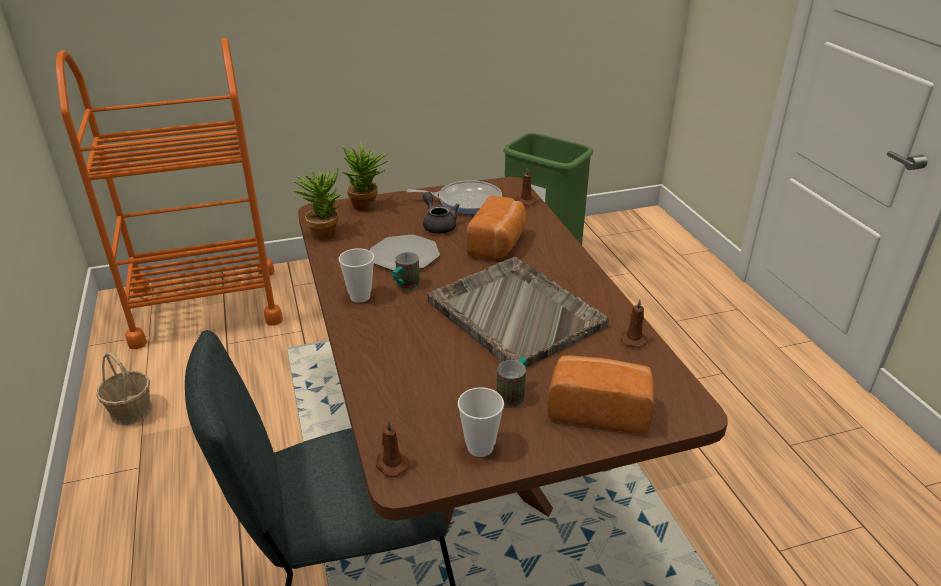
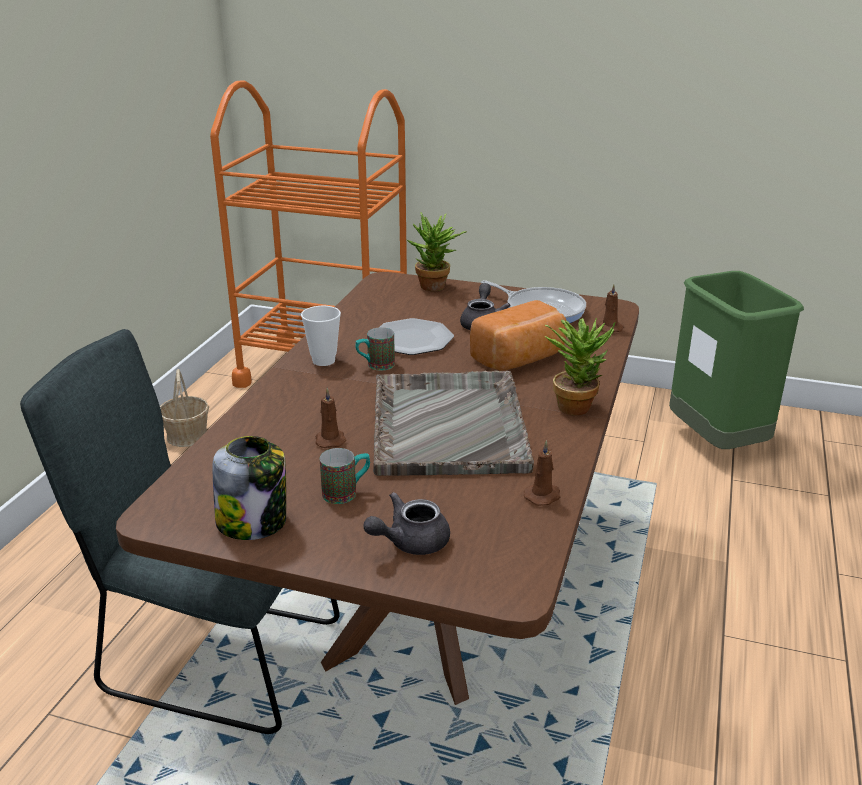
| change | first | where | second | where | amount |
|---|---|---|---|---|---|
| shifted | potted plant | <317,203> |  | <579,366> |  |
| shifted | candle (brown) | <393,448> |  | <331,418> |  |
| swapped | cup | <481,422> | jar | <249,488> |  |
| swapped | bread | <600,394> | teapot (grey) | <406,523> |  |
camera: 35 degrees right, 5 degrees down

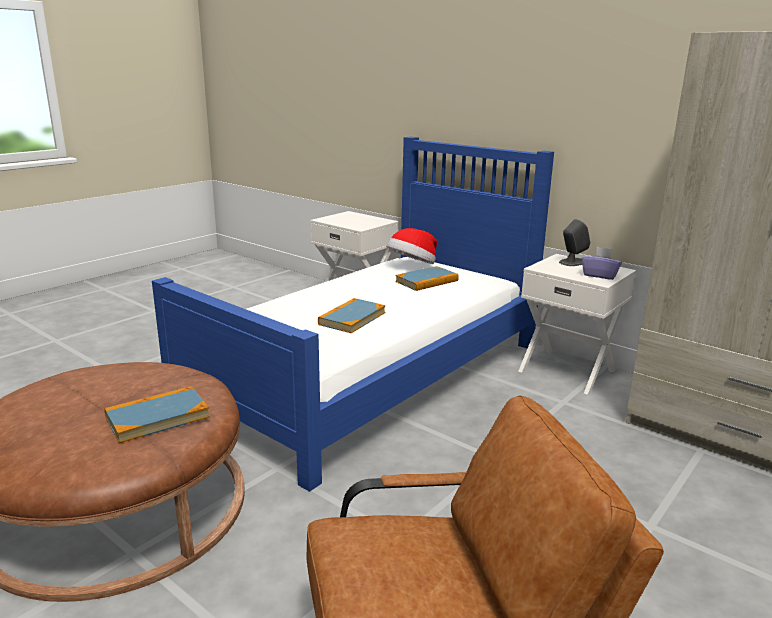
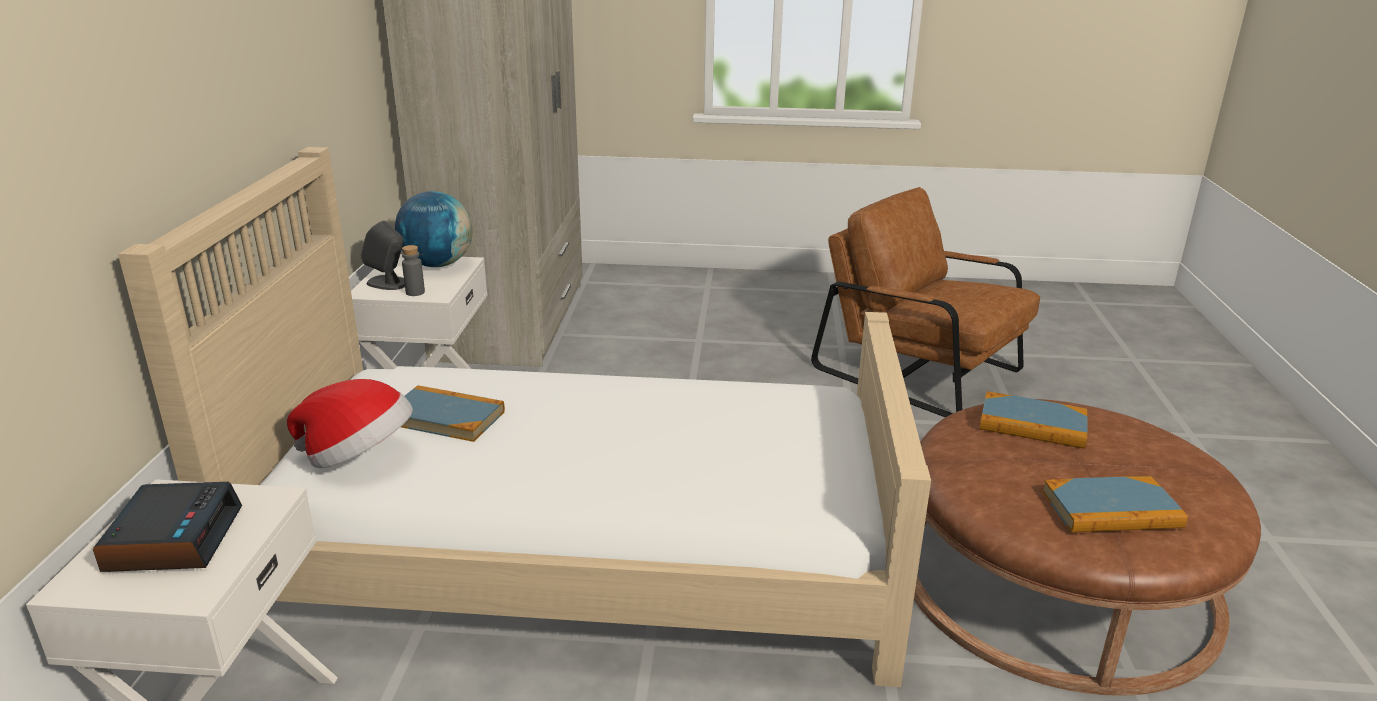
| change | first | where | second | where | amount |
|---|---|---|---|---|---|
| repainted | bed (blue) | <353,314> | bed (beige) | <524,417> |  |
| shifted | book | <352,315> |  | <1115,504> |  |
| swapped | tissue box (purple) | <602,263> | globe | <434,229> |  |
| new |  |  | alarm clock | <167,527> |  |
| new |  |  | bottle (grey) | <413,270> |  |
camera: 125 degrees left, 5 degrees up

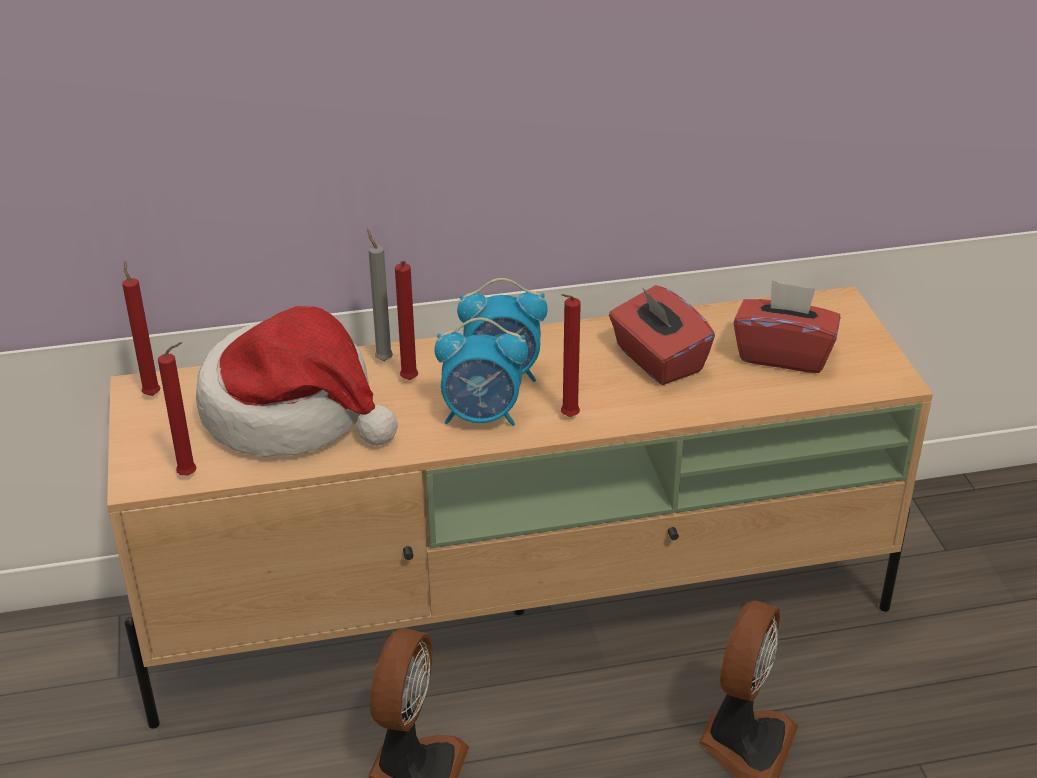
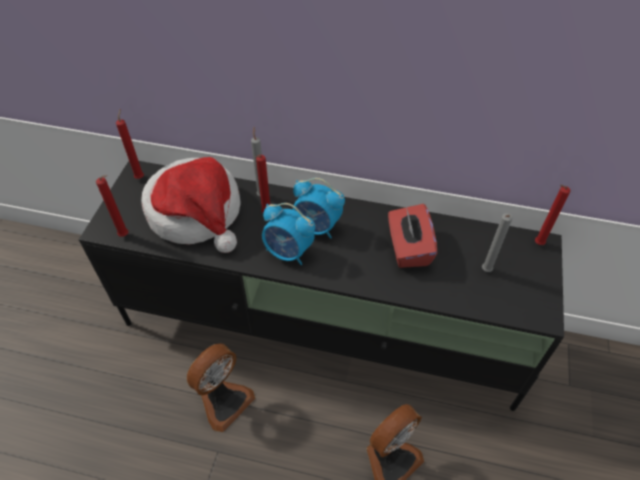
| change | first | where | second | where | amount |
|---|---|---|---|---|---|
| repainted | tv stand (beige) | <520,507> | tv stand (black) | <321,286> |  |
| shifted | candle (red) | <571,355> |  | <553,215> |  |
| swapped | tissue box (red) | <786,327> | candle (grey) | <497,242> |  |
camera: 25 degrees right, 15 degrees up

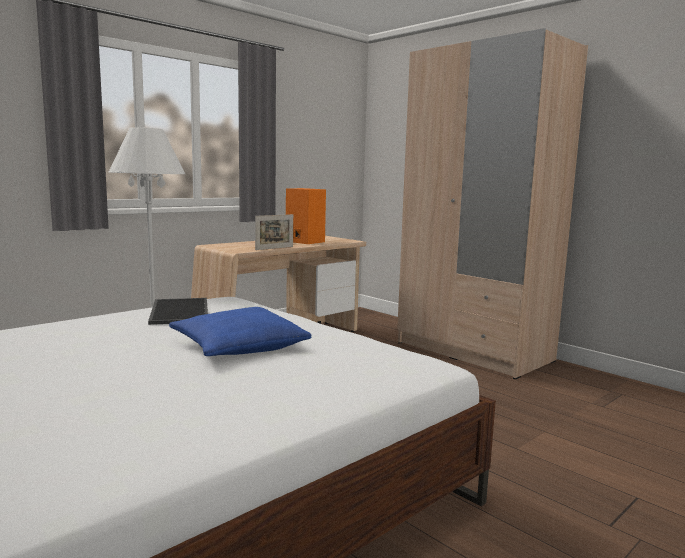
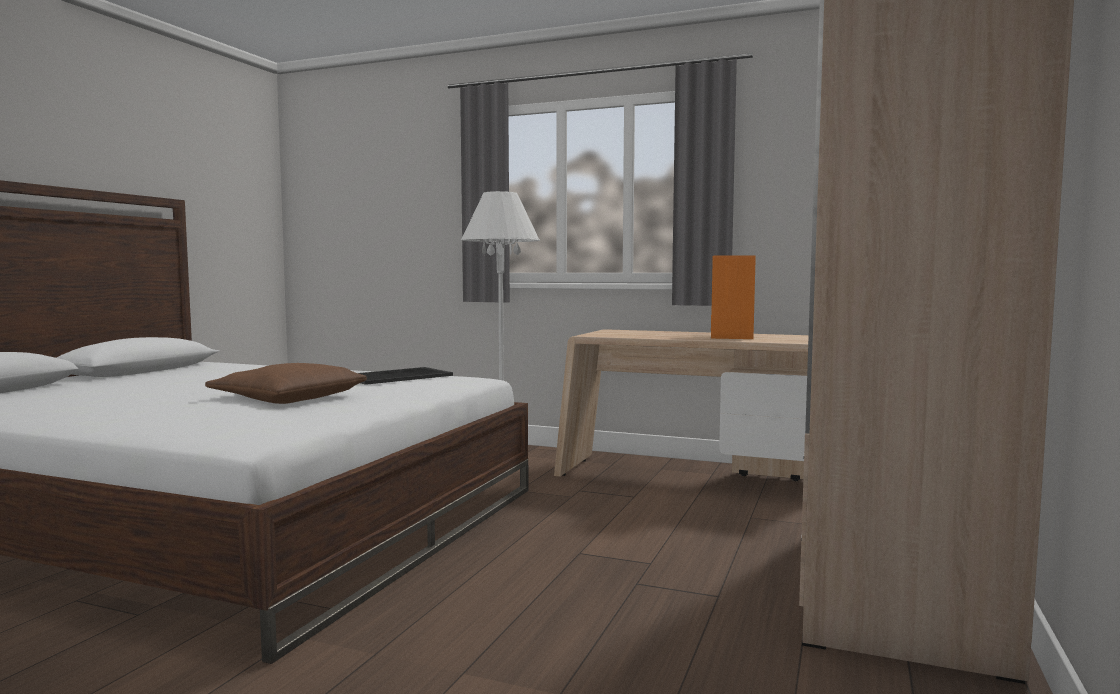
| change | first | where | second | where | amount |
|---|---|---|---|---|---|
| repainted | pillow (blue) | <240,331> | pillow (brown) | <286,383> |  |
| gone | picture frame | <274,232> |  |  |  |
camera: 65 degrees right, 5 degrees down

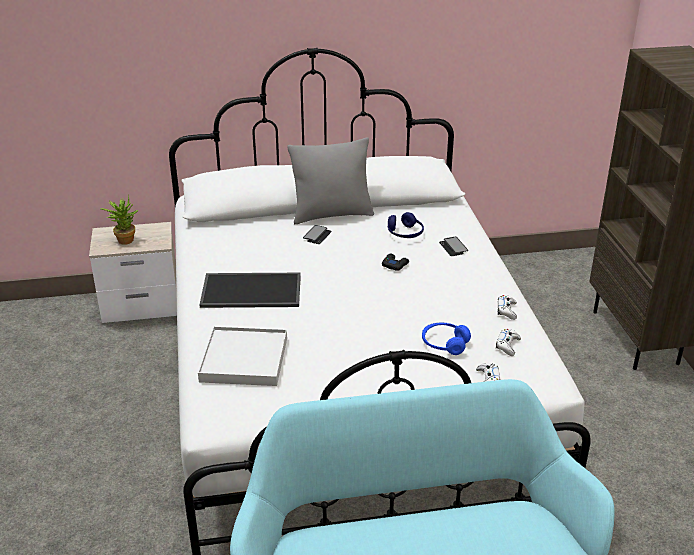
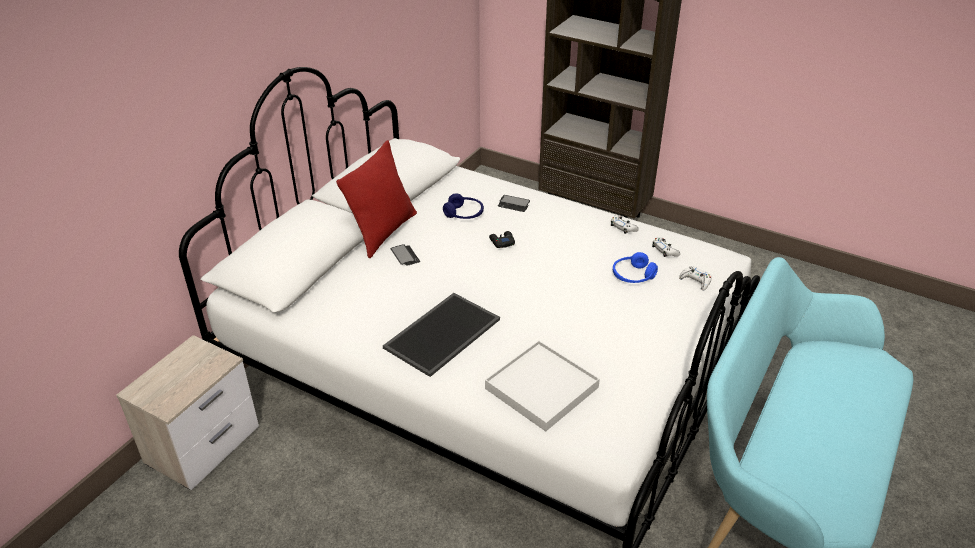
| change | first | where | second | where | amount |
|---|---|---|---|---|---|
| gone | potted plant | <119,220> |  |  |  |
| repainted | pillow (grey) | <331,181> | pillow (red) | <376,199> |  |
camera: 50 degrees left, 5 degrees up

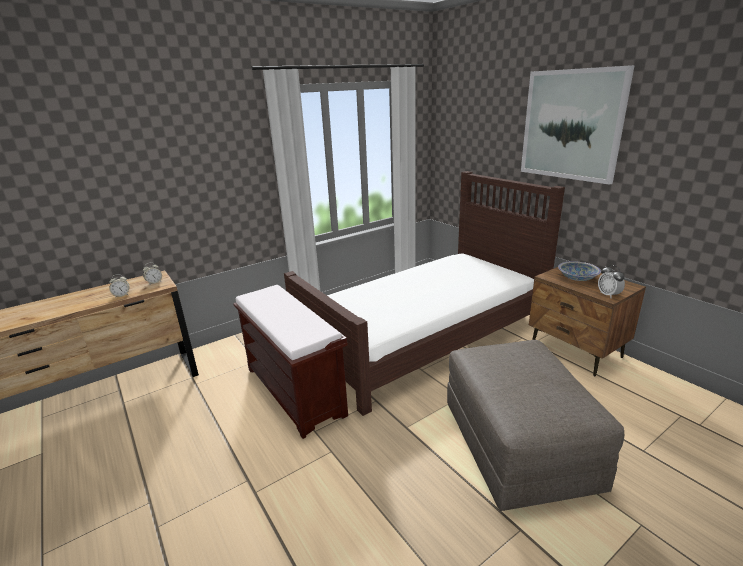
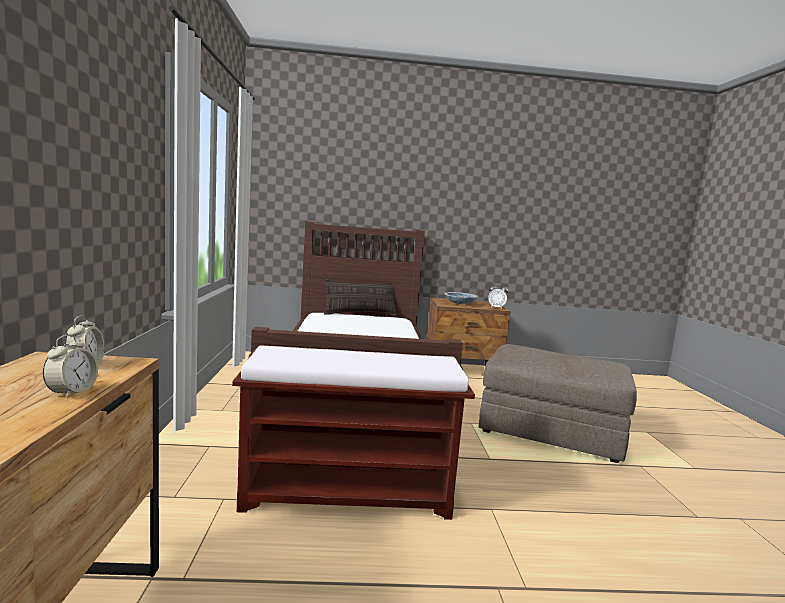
| change | first | where | second | where | amount |
|---|---|---|---|---|---|
| gone | picture | <578,125> |  |  |  |
| new |  |  | pillow | <360,297> |  |
camera: 60 degrees left, 15 degrees down

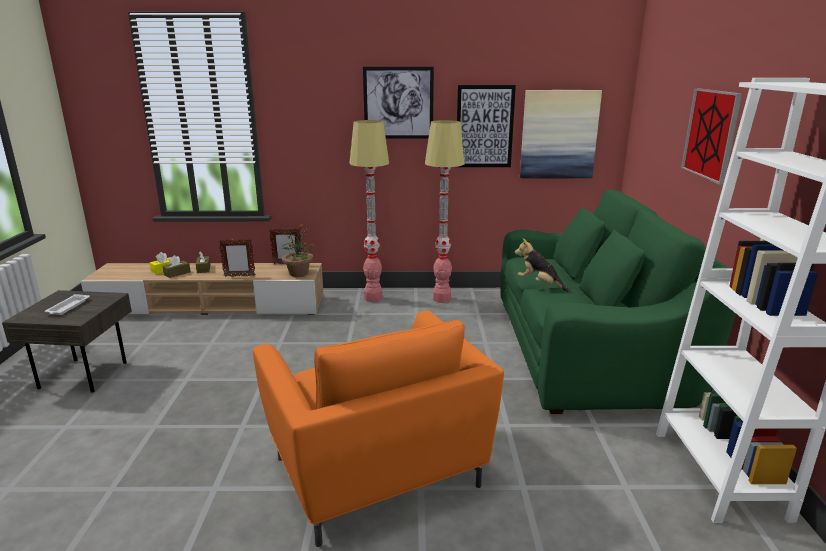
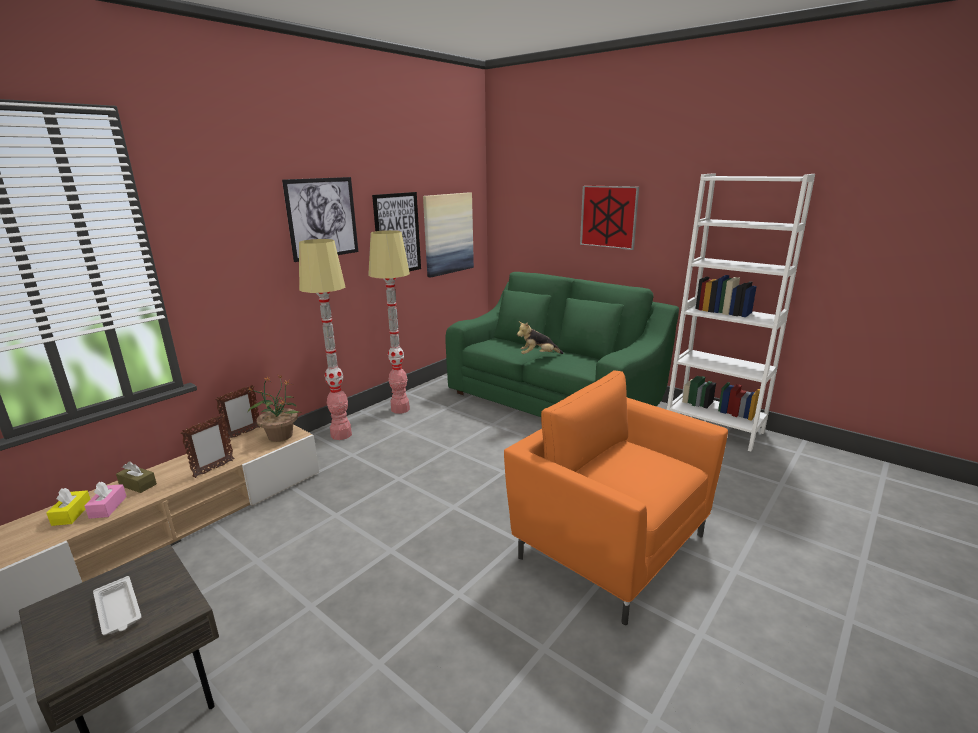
| change | first | where | second | where | amount |
|---|---|---|---|---|---|
| repainted | tissue box (brown) | <176,266> | tissue box (pink) | <106,500> |  |
| rotated | armchair (orange) | <378,428> |  | <616,497> | 150 degrees counterclockwise |
camera: 50 degrees left, 0 degrees up

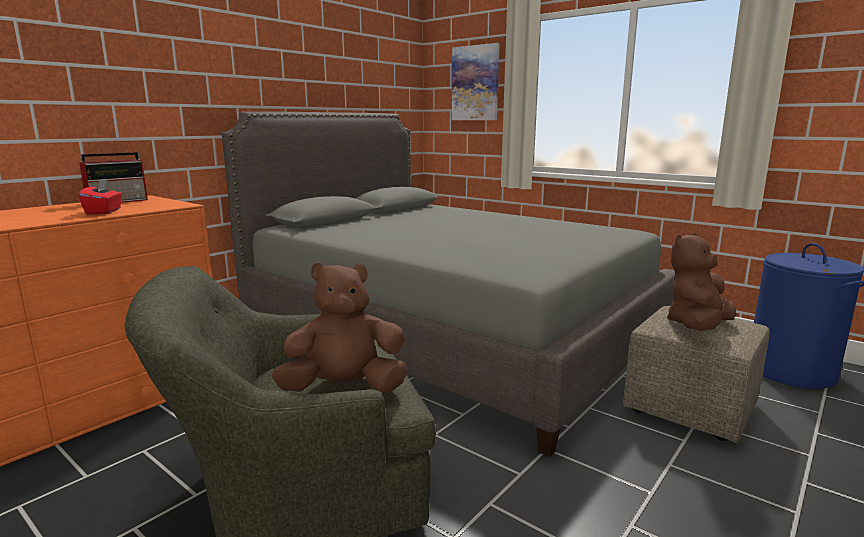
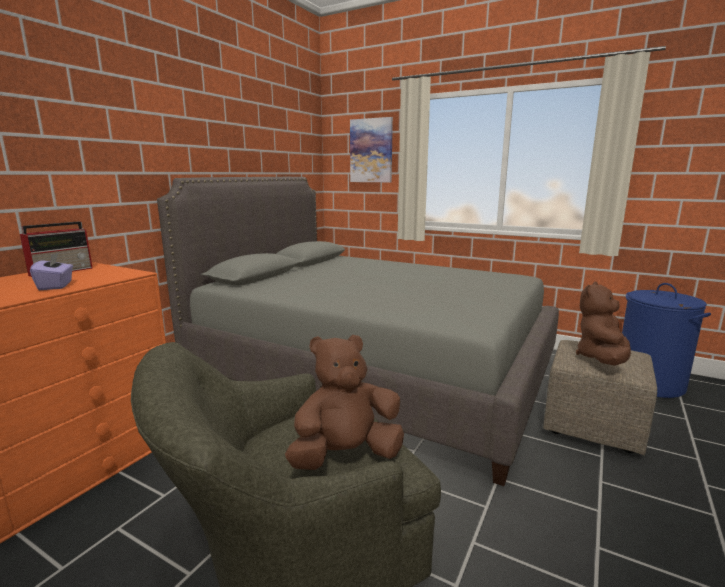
| change | first | where | second | where | amount |
|---|---|---|---|---|---|
| repainted | tissue box (red) | <100,196> | tissue box (purple) | <51,271> |  |
camera: 10 degrees left, 0 degrees up

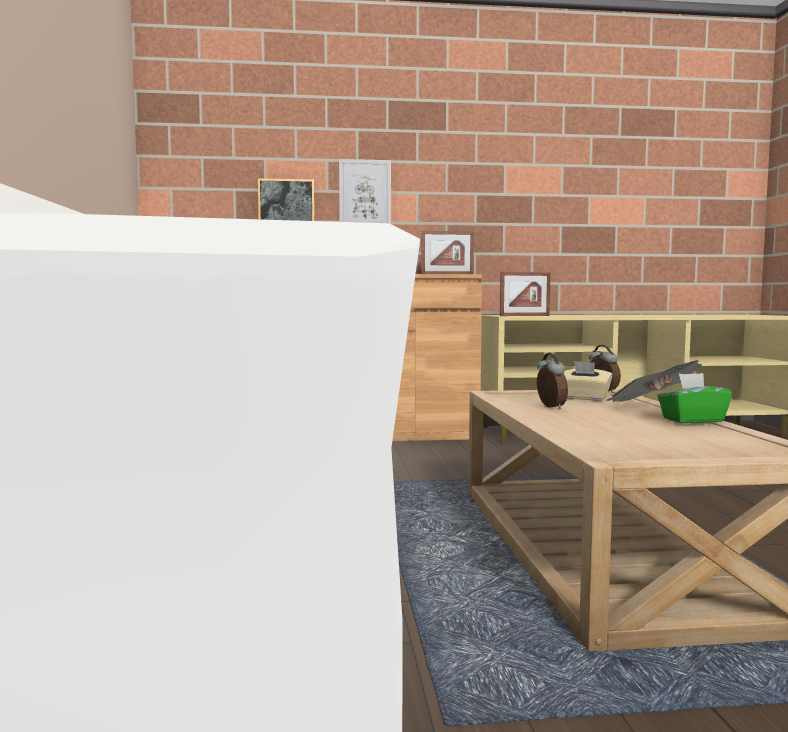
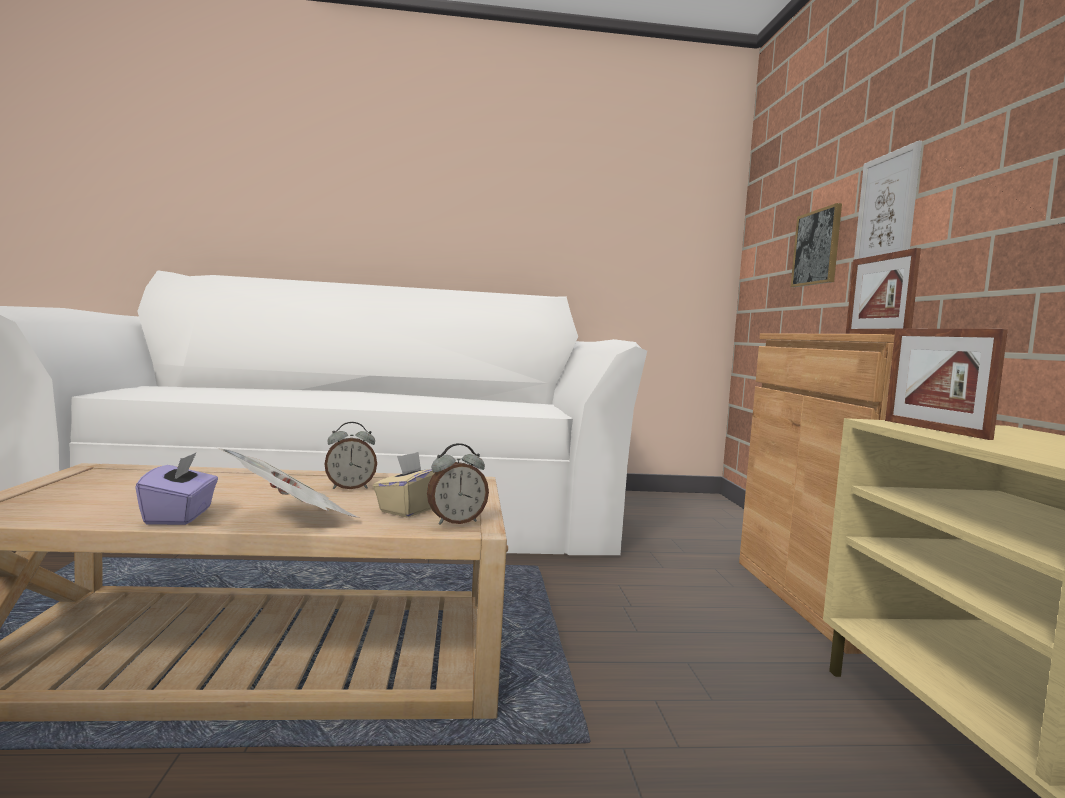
| change | first | where | second | where | amount |
|---|---|---|---|---|---|
| repainted | tissue box (green) | <694,398> | tissue box (purple) | <176,488> |  |
camera: 90 degrees right, 0 degrees up

